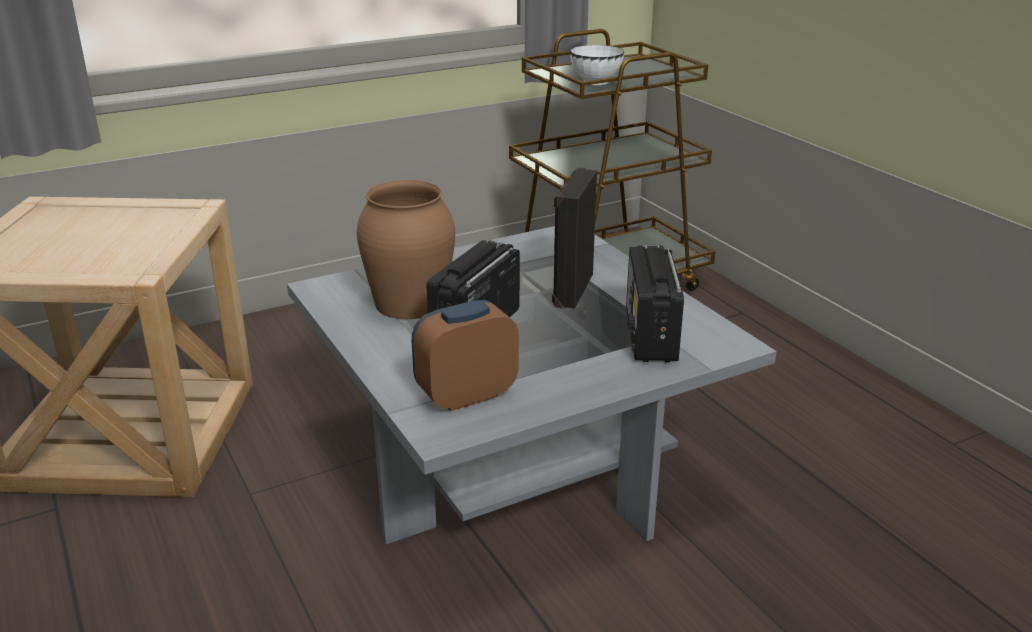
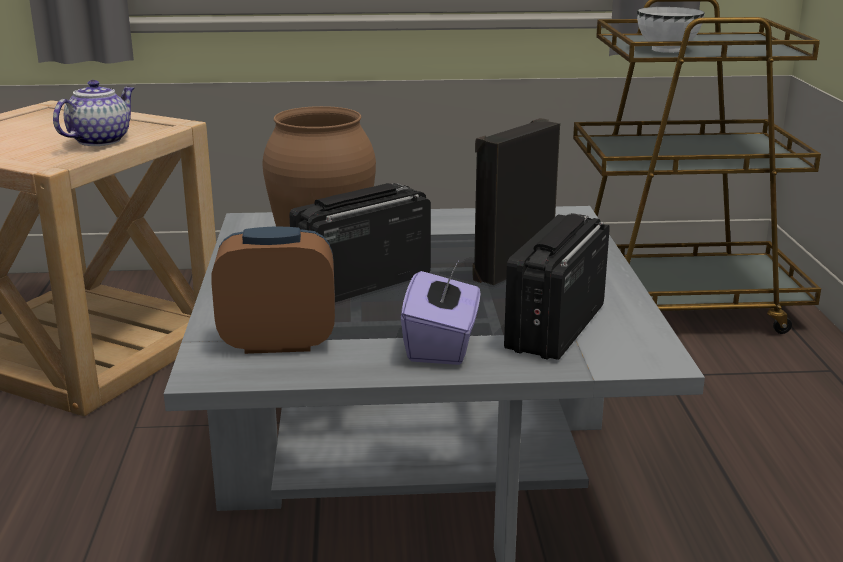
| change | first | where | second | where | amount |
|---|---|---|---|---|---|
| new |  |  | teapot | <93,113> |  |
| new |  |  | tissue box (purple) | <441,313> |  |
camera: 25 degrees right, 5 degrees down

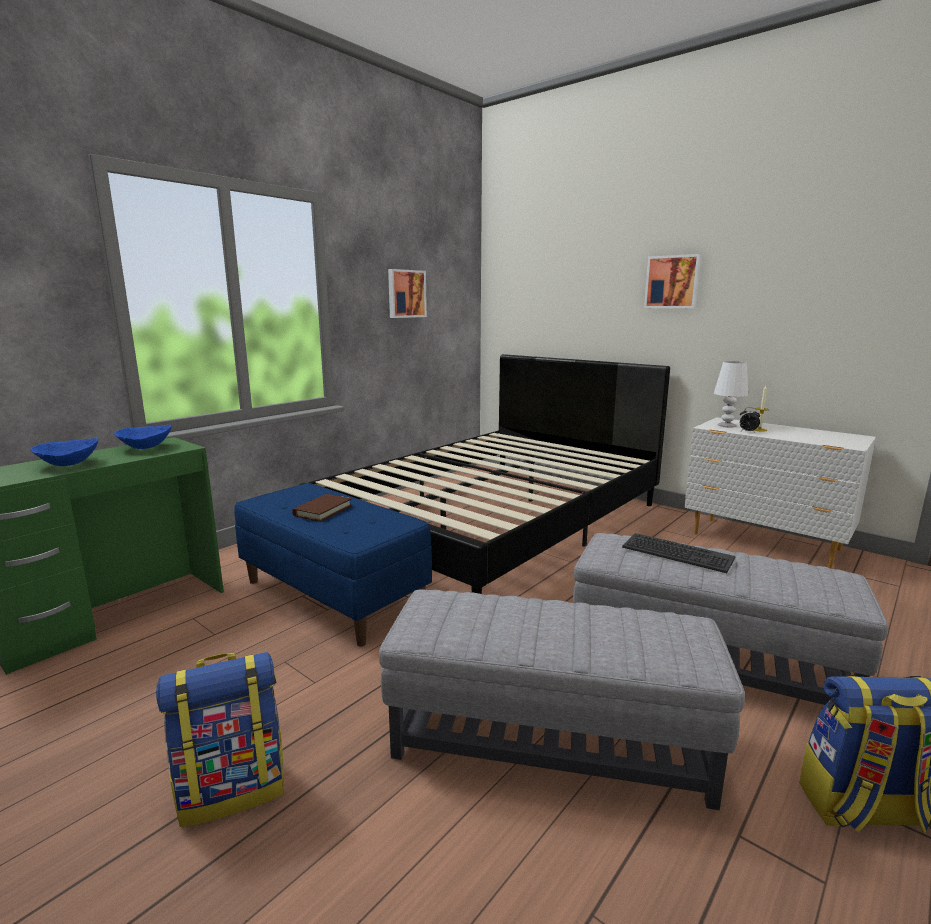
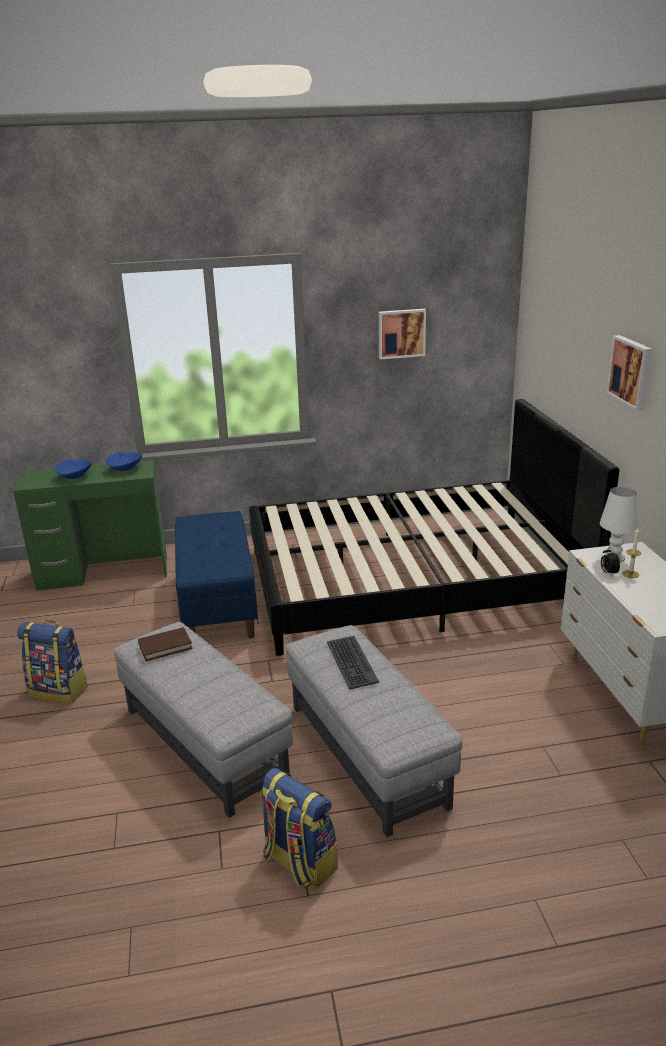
| change | first | where | second | where | amount |
|---|---|---|---|---|---|
| shifted | book (brown) | <322,508> |  | <165,644> |  |
camera: 40 degrees right, 10 degrees up

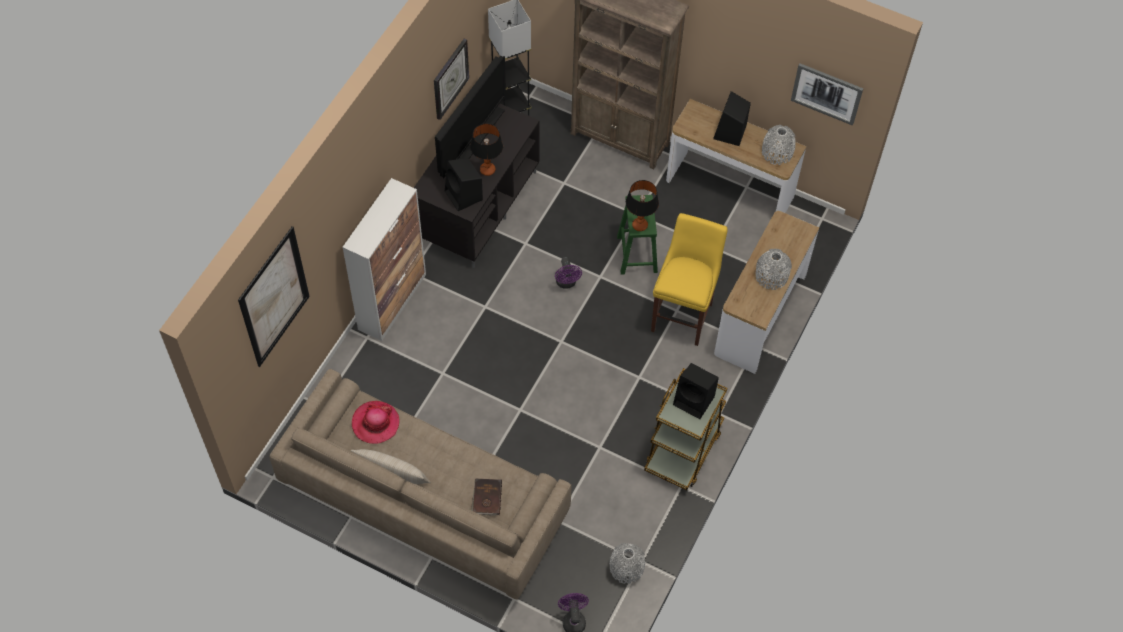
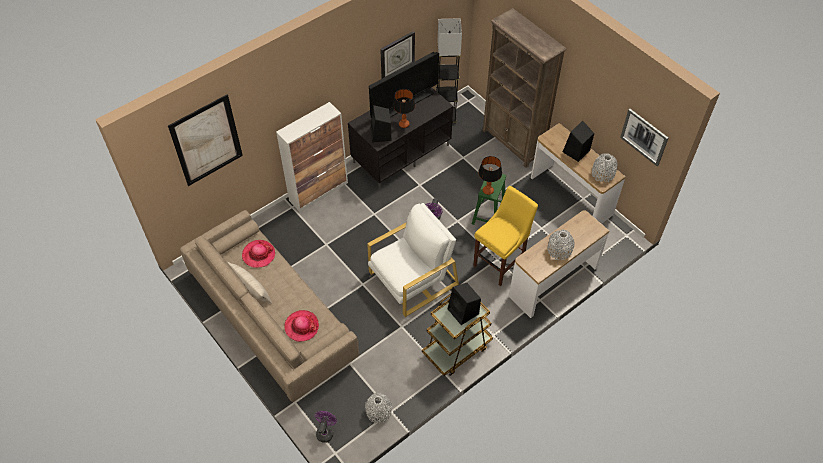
| change | first | where | second | where | amount |
|---|---|---|---|---|---|
| swapped | book (brown) | <486,497> | hat | <302,326> |  |
| new |  |  | armchair (white) | <413,260> |  |
camera: 25 degrees right, 5 degrees down

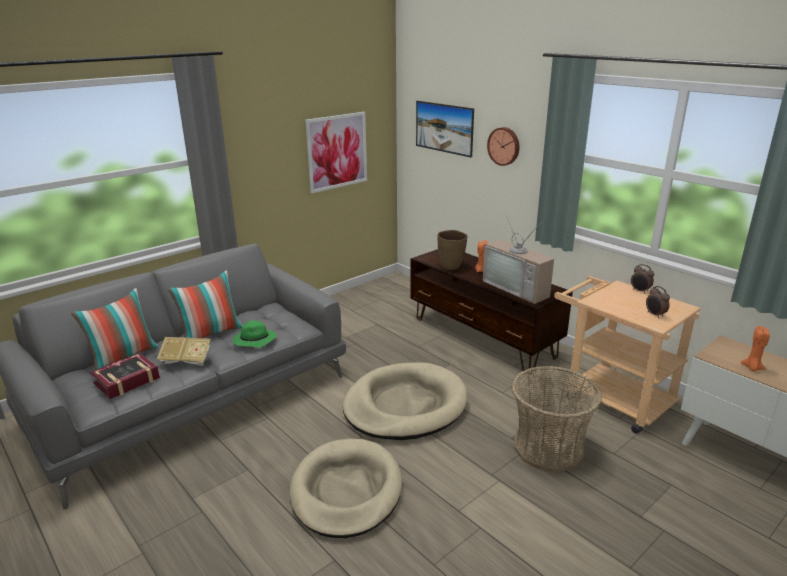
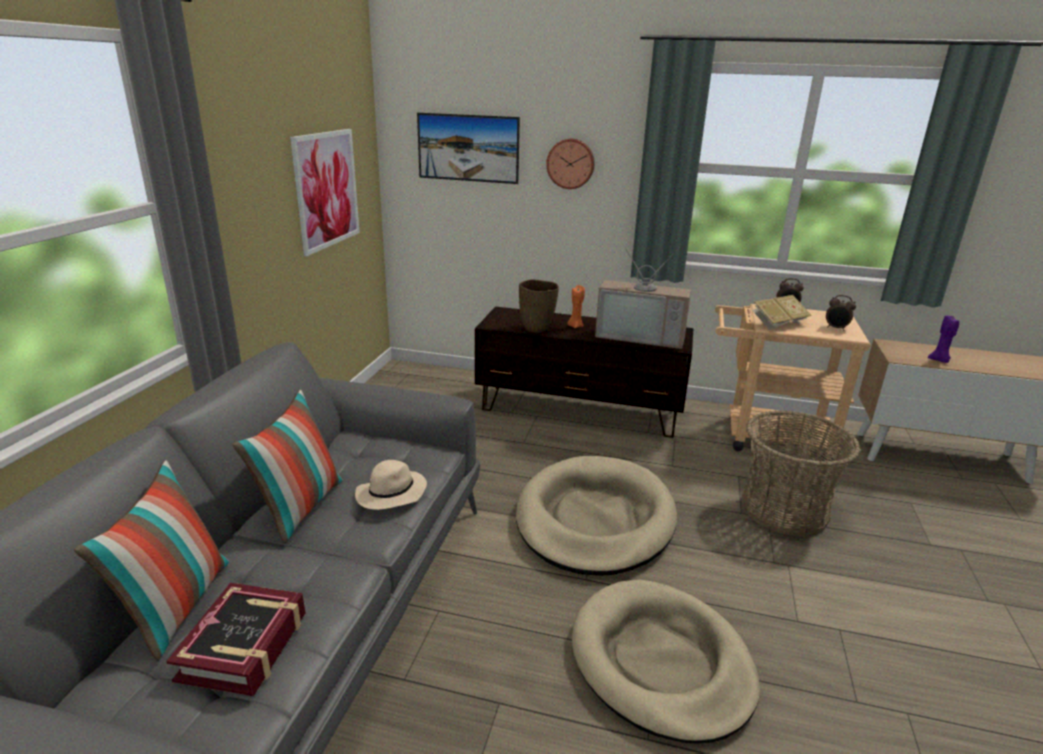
| change | first | where | second | where | amount |
|---|---|---|---|---|---|
| shifted | book | <184,351> |  | <782,312> |  |
| repainted | hat (green) | <254,334> | hat (beige) | <391,485> |  |
| repainted | candle (orange) | <755,348> | candle (purple) | <943,339> |  |
camera: 35 degrees left, 0 degrees up

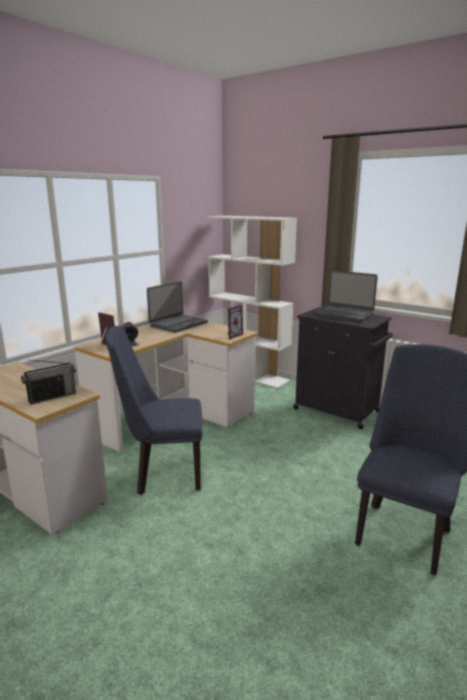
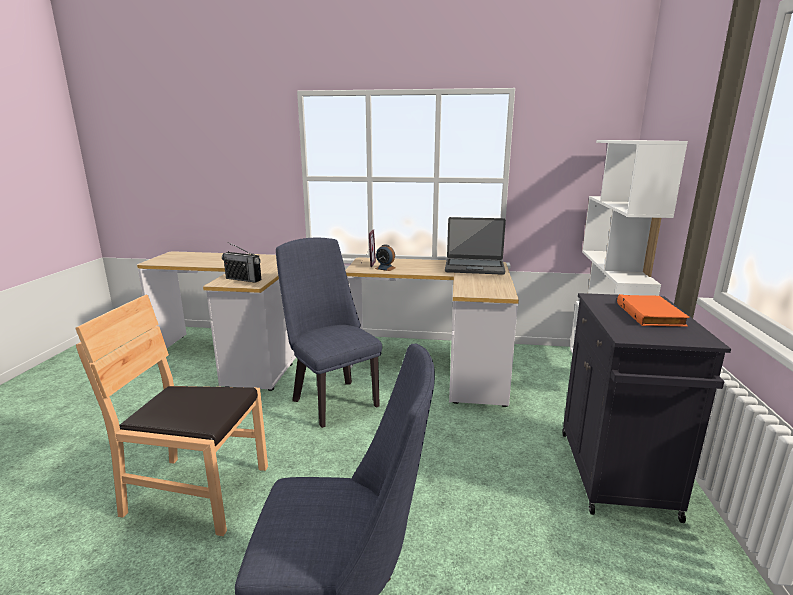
| change | first | where | second | where | amount |
|---|---|---|---|---|---|
| gone | picture frame | <235,322> |  |  |  |
| swapped | laptop | <346,296> | book (orange) | <653,310> |  |
| new |  |  | chair (brown) | <171,415> |  |
camera: 60 degrees right, 0 degrees up

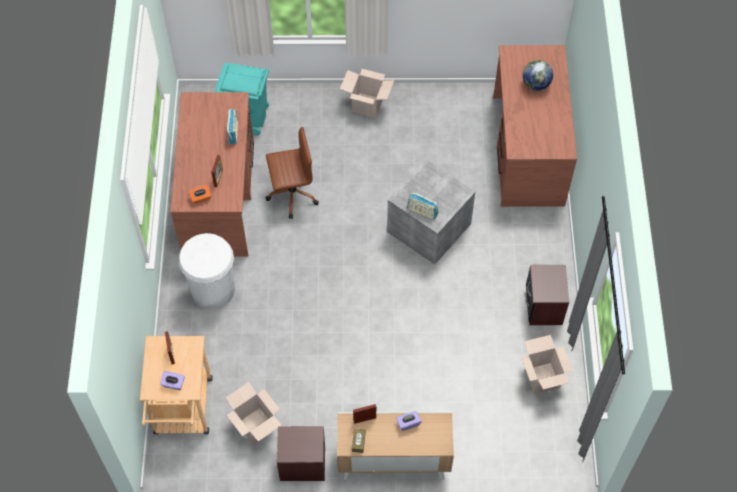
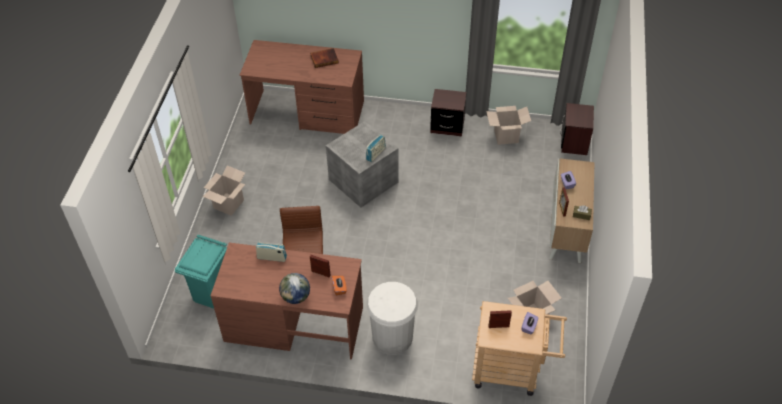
| change | first | where | second | where | amount |
|---|---|---|---|---|---|
| shifted | nightstand (brown) | <301,453> |  | <577,129> |  |
| shifted | globe | <538,75> |  | <294,288> |  |
| new |  |  | book | <324,58> |  |
camera: 80 degrees left, 10 degrees down

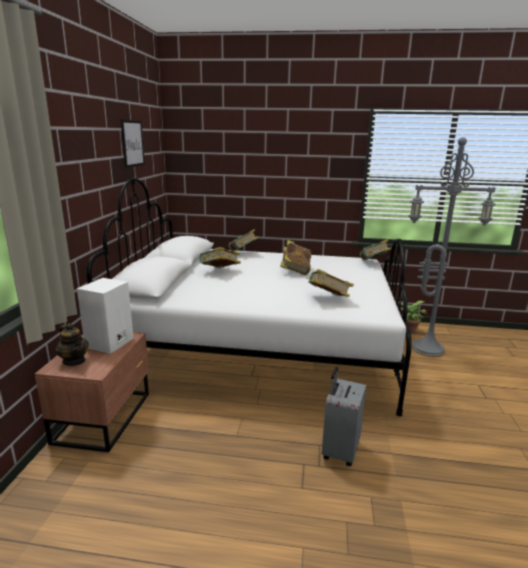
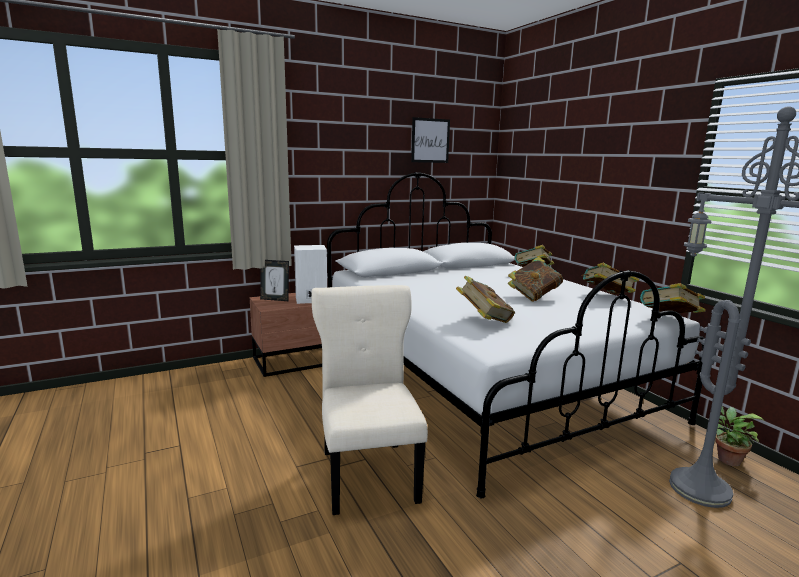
| change | first | where | second | where | amount |
|---|---|---|---|---|---|
| swapped | teapot | <72,344> | picture frame | <274,280> |  |
| shifted | book | <220,257> |  | <610,278> |  |
| swapped | suitcase (grey) | <344,416> | chair (beige) | <369,400> |  |
camera: 55 degrees right, 5 degrees down

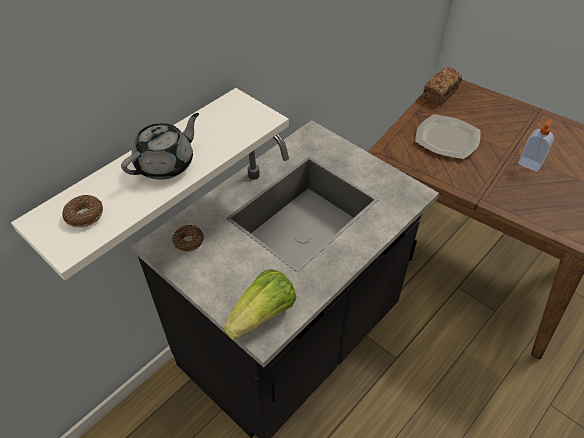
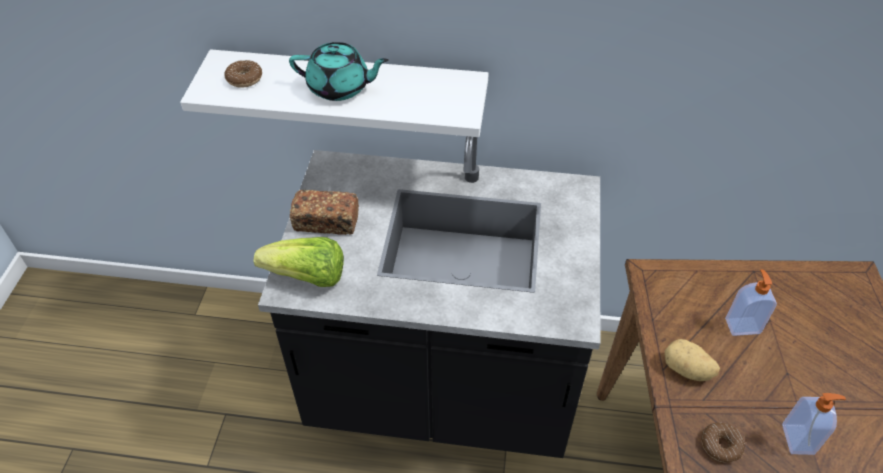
| change | first | where | second | where | amount |
|---|---|---|---|---|---|
| repainted | teapot (grey) | <160,146> | teapot (turquoise) | <338,71> |  |
| shifted | donut | <188,238> |  | <723,442> |  |
| swapped | plate | <447,136> | soap dispenser | <751,303> |  |
| shifted | bread | <442,86> |  | <324,212> |  |
| new |  |  | potato | <692,360> |  |
camera: 55 degrees right, 0 degrees up

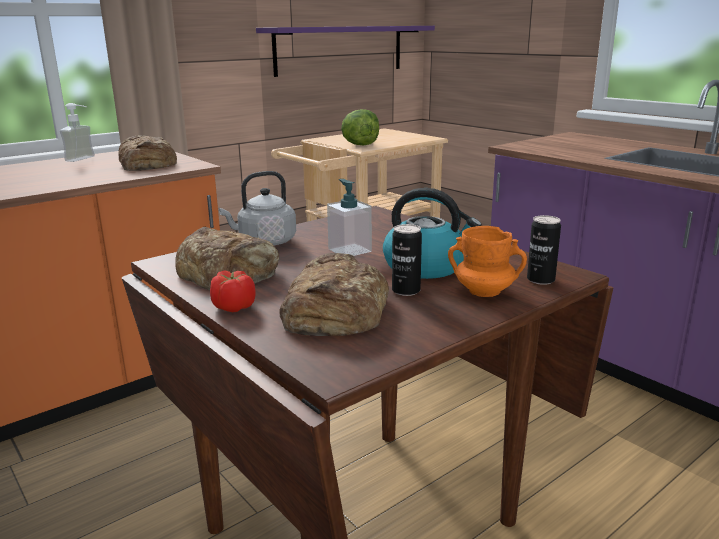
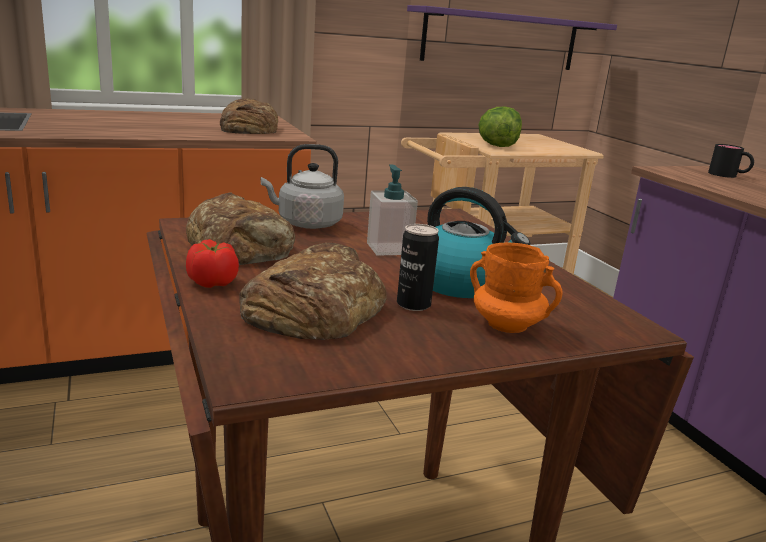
| change | first | where | second | where | amount |
|---|---|---|---|---|---|
| gone | soap dispenser | <77,132> |  |  |  |
| gone | can | <544,250> |  |  |  |
| new |  |  | mug (black) | <731,161> |  |
camera: 15 degrees right, 0 degrees up

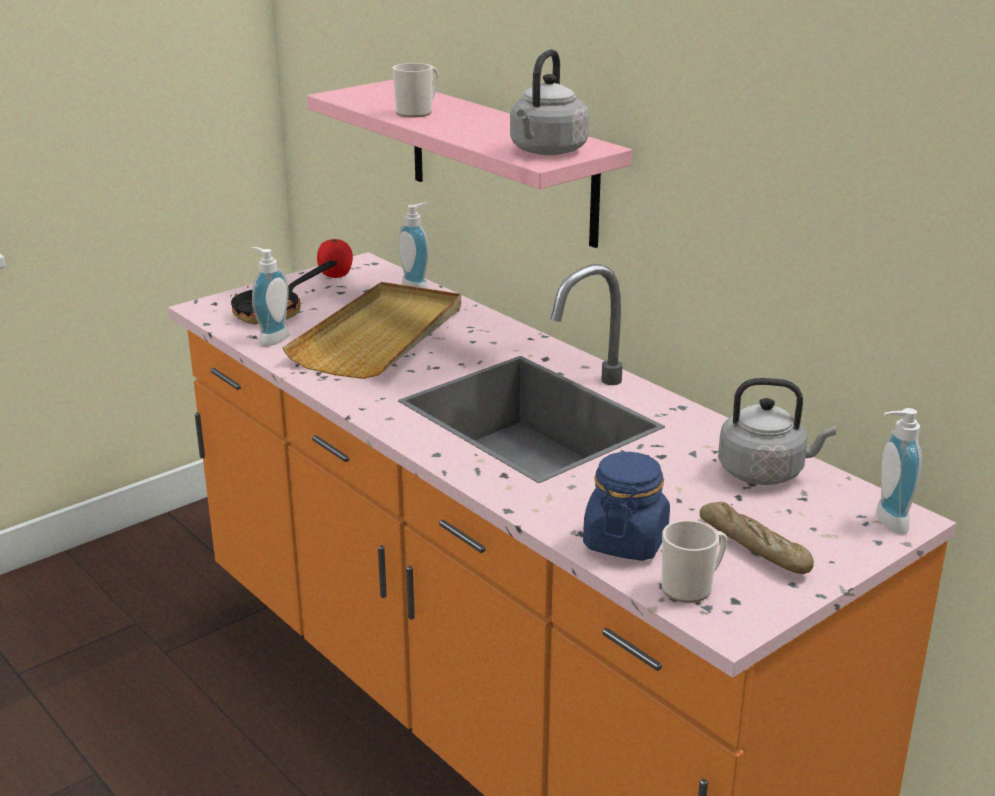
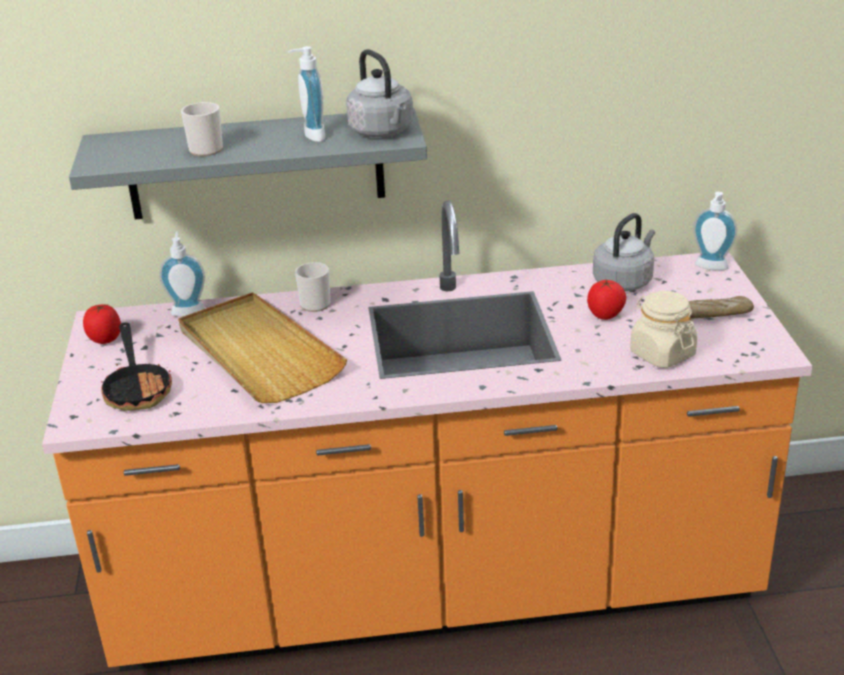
| change | first | where | second | where | amount |
|---|---|---|---|---|---|
| shifted | soap dispenser | <270,297> |  | <306,94> |  |
| repainted | shelf (pink) | <469,164> | shelf (grey) | <248,163> |  |
| repainted | jar (blue) | <626,506> | jar (beige) | <663,329> |  |
| shifted | mug | <694,561> |  | <312,287> |  |
| new |  |  | tomato | <606,300> |  |
camera: 55 degrees left, 5 degrees up

